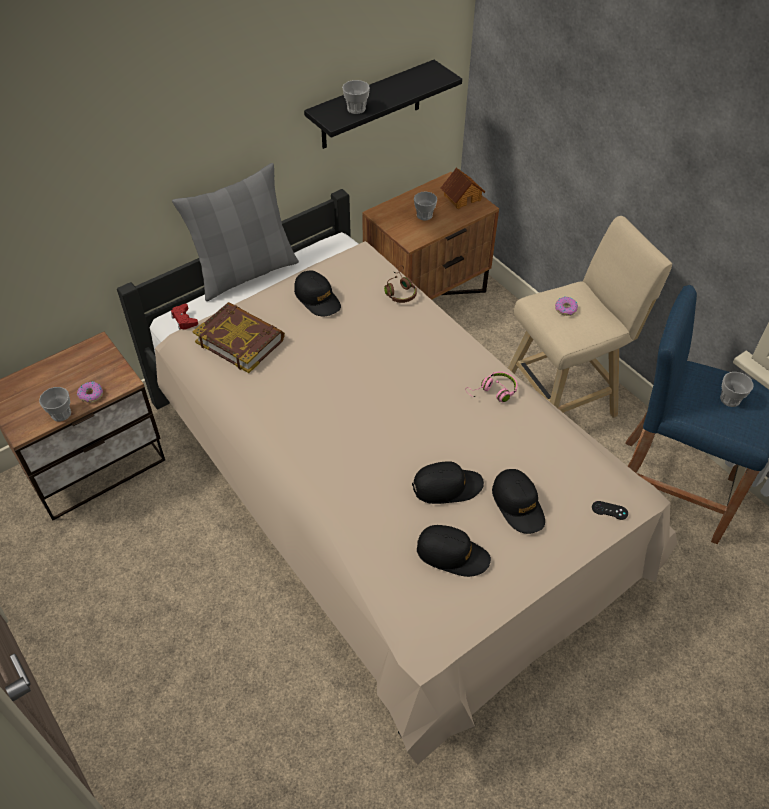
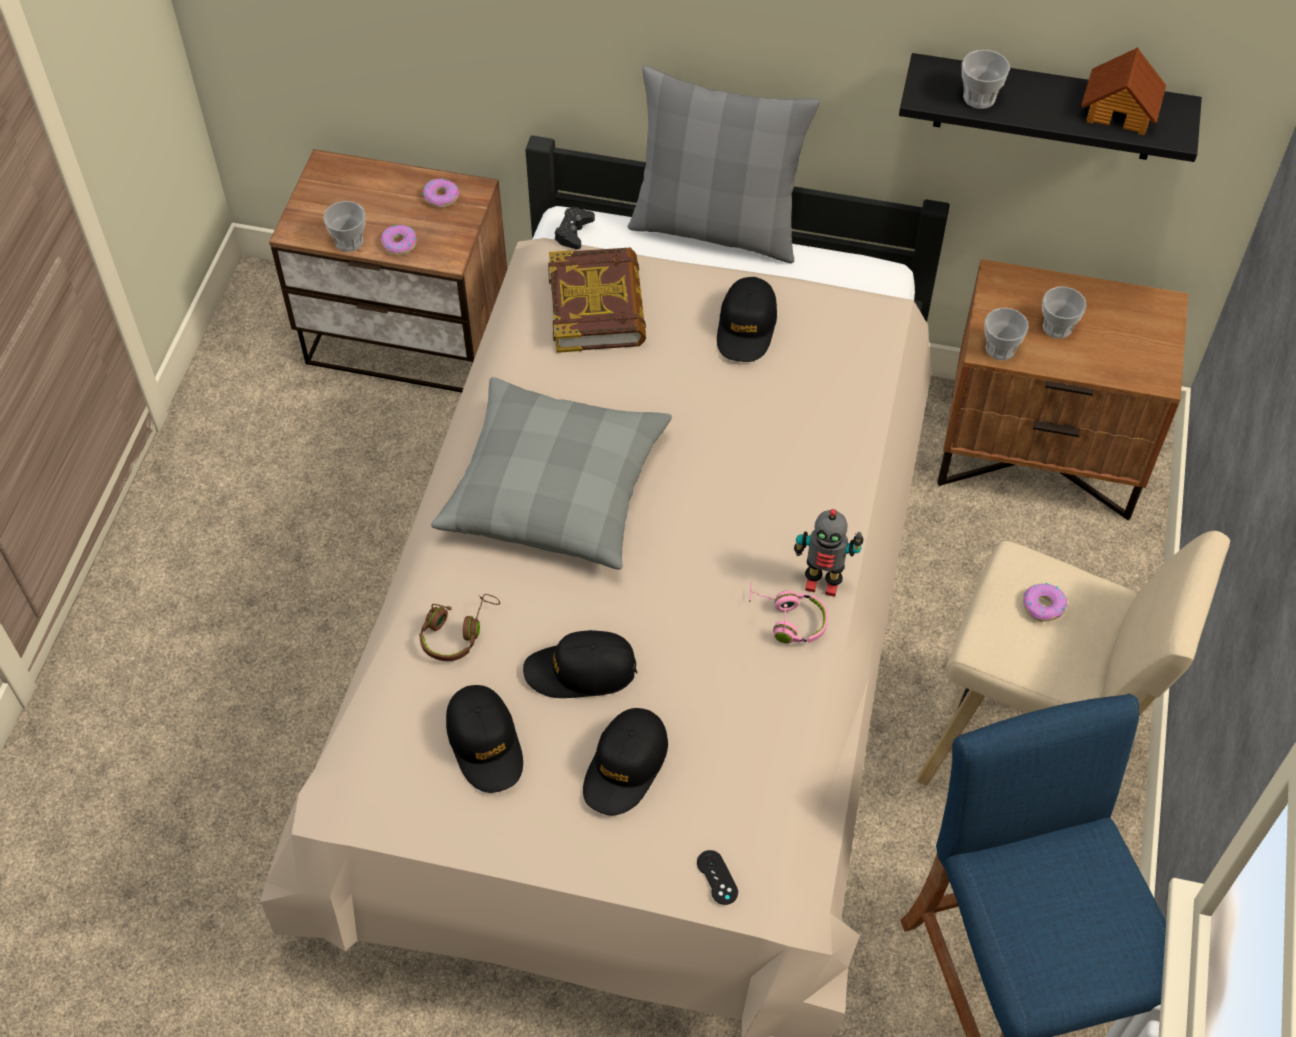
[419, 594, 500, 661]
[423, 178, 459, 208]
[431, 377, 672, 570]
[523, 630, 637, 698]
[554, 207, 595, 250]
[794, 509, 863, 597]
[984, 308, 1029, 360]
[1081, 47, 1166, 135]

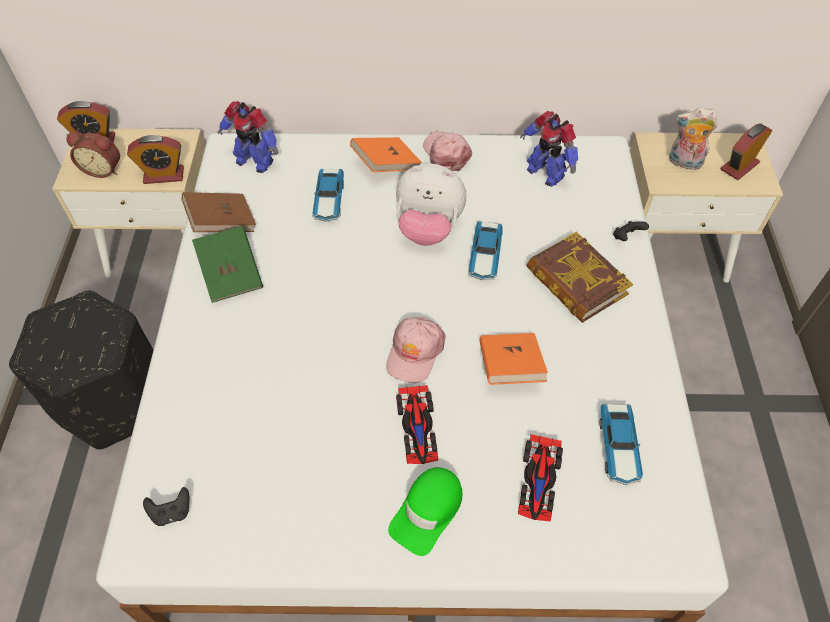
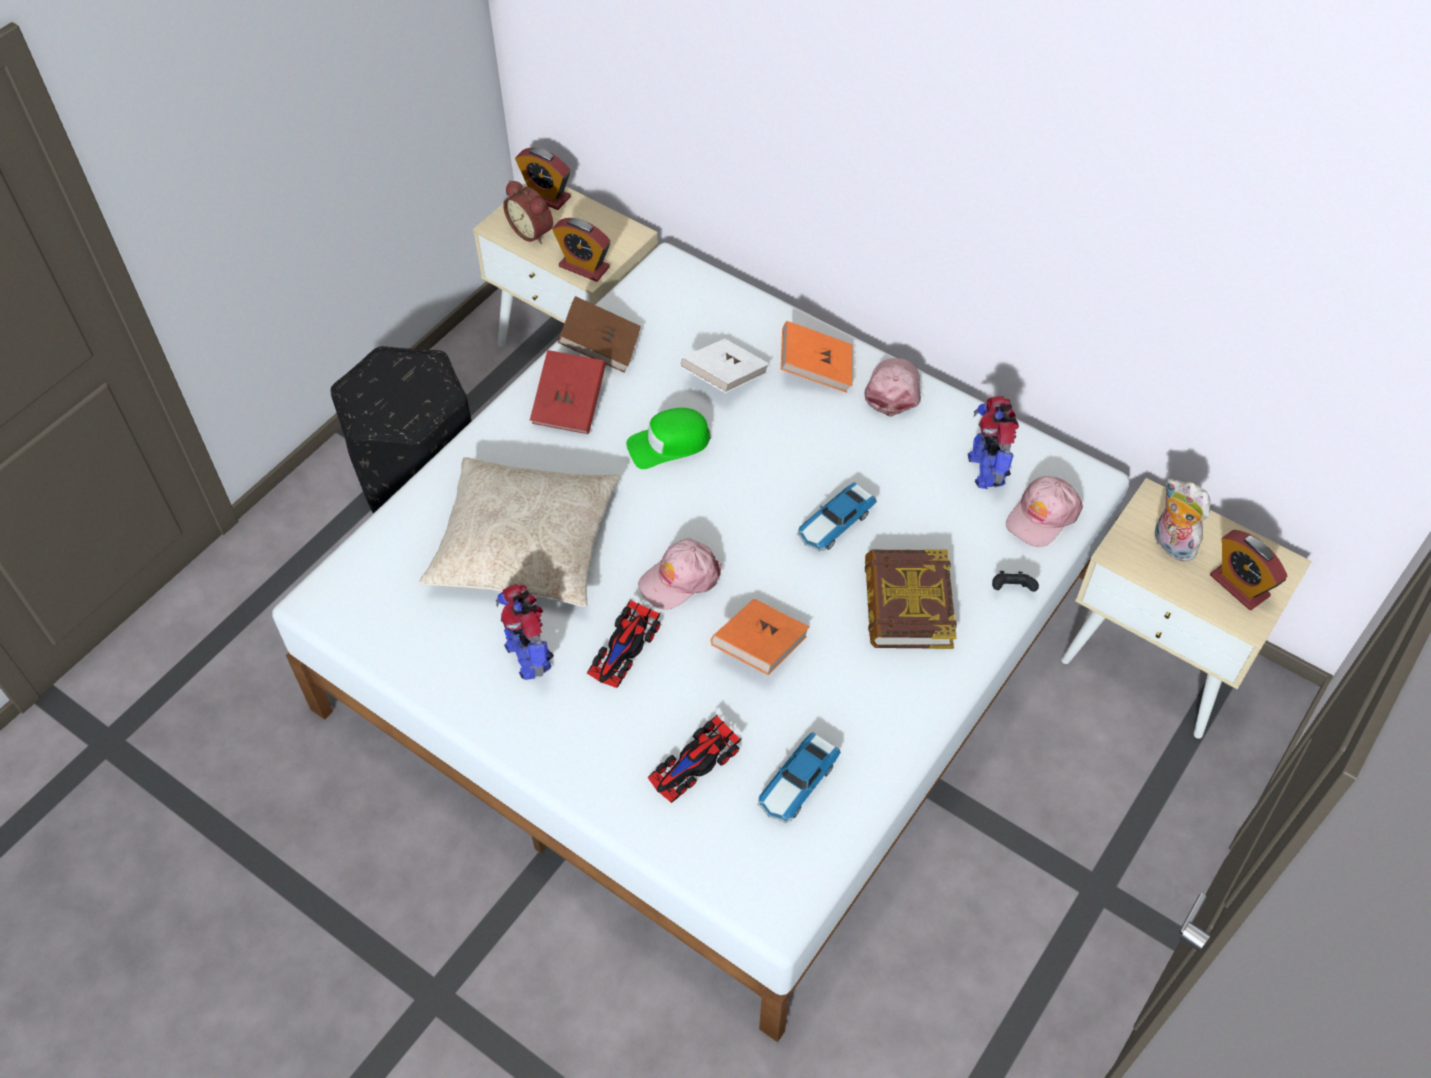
[419, 457, 620, 607]
[496, 584, 554, 680]
[530, 350, 606, 434]
[626, 408, 711, 469]
[679, 339, 769, 393]
[1006, 476, 1083, 547]
[1210, 530, 1287, 610]
[143, 487, 189, 526] (first image)
[396, 164, 466, 246] (first image)

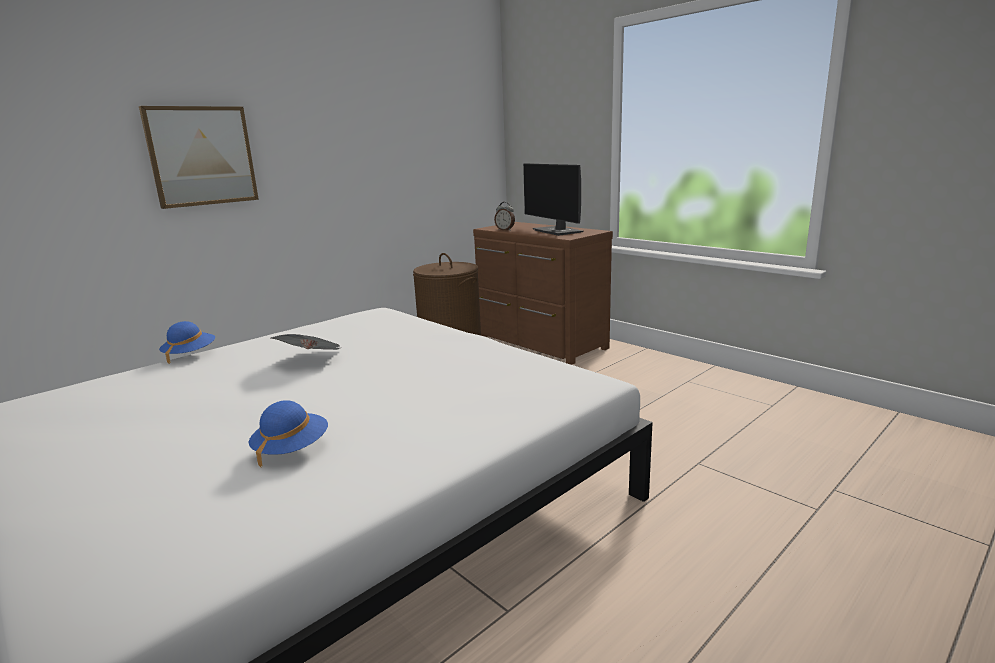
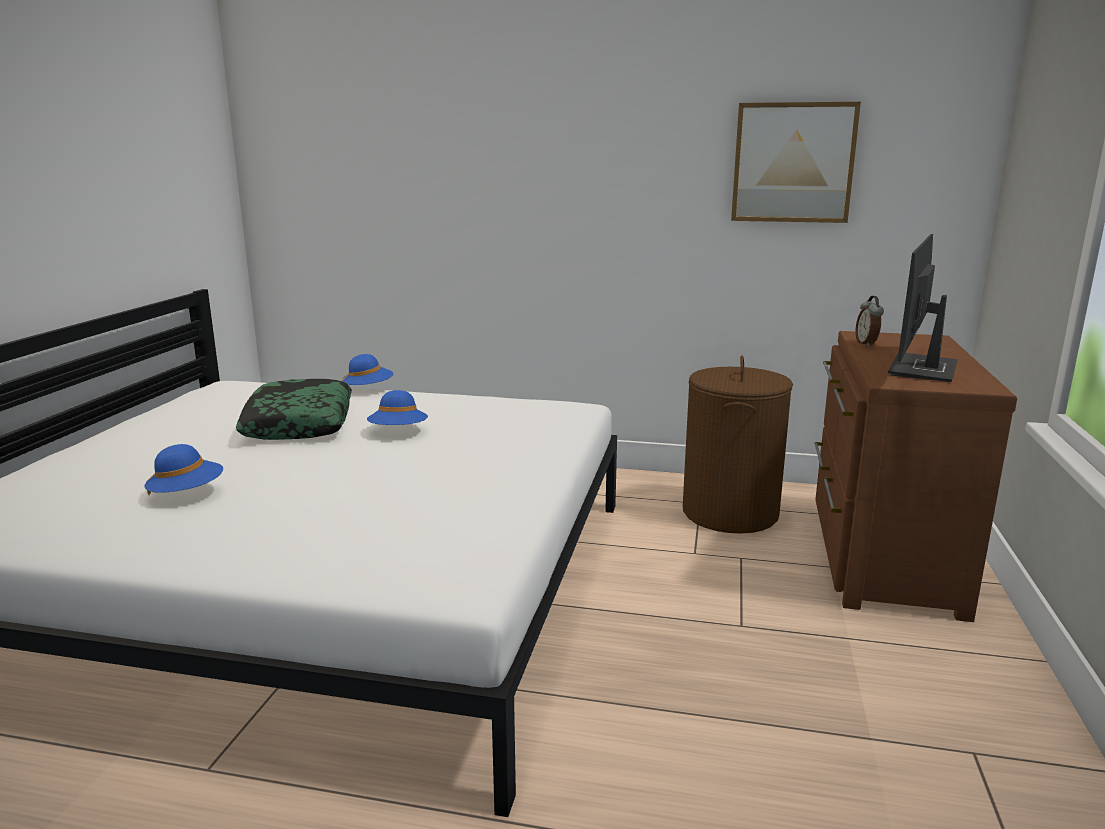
[236, 379, 352, 440]
[367, 390, 428, 425]
[731, 102, 861, 223]

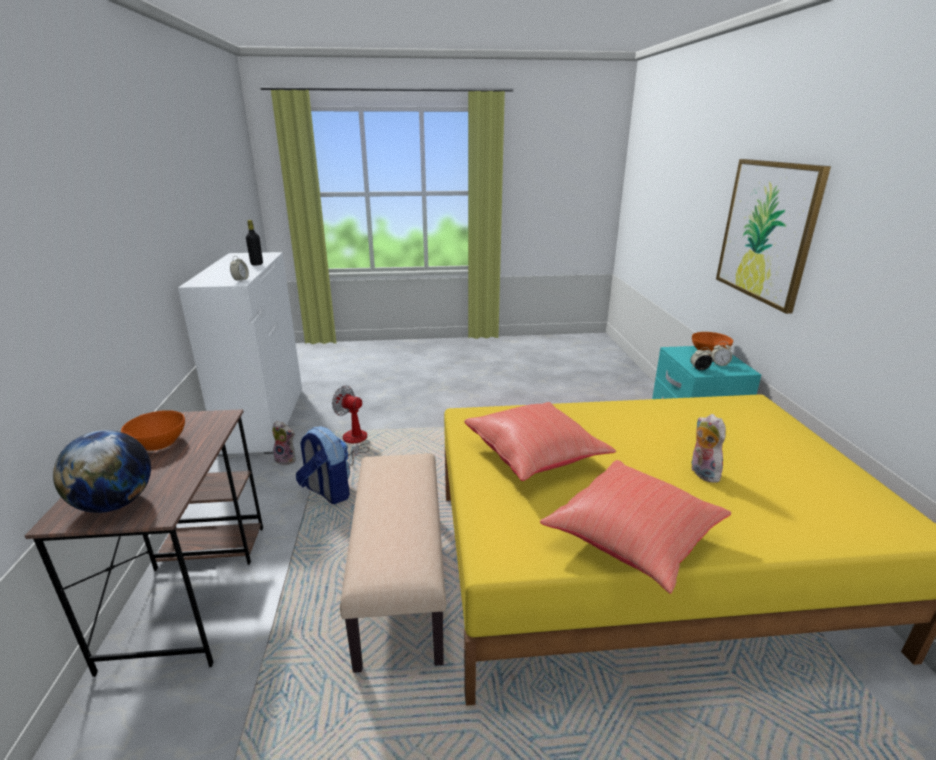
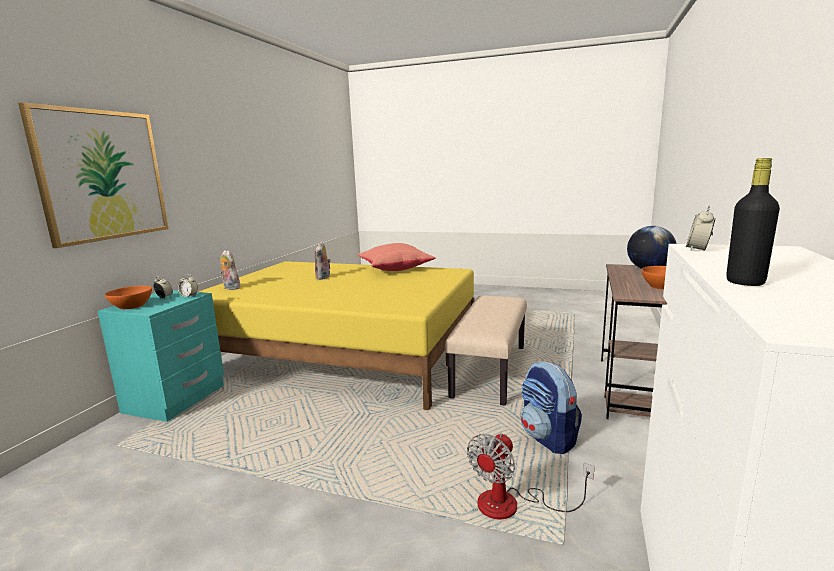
[220, 250, 240, 290]
[467, 433, 595, 520]
[464, 402, 616, 481] (first image)

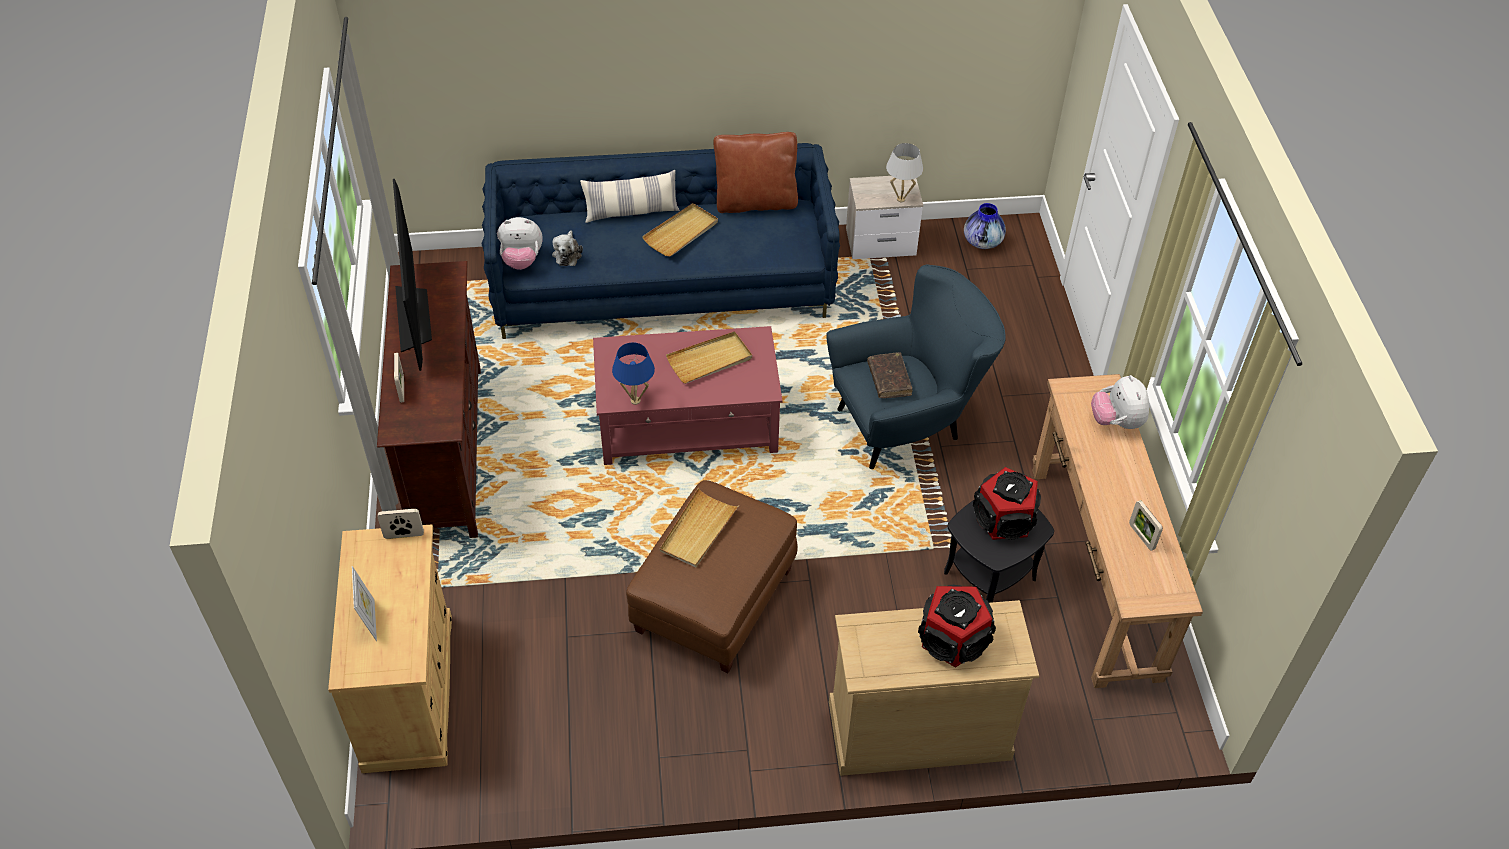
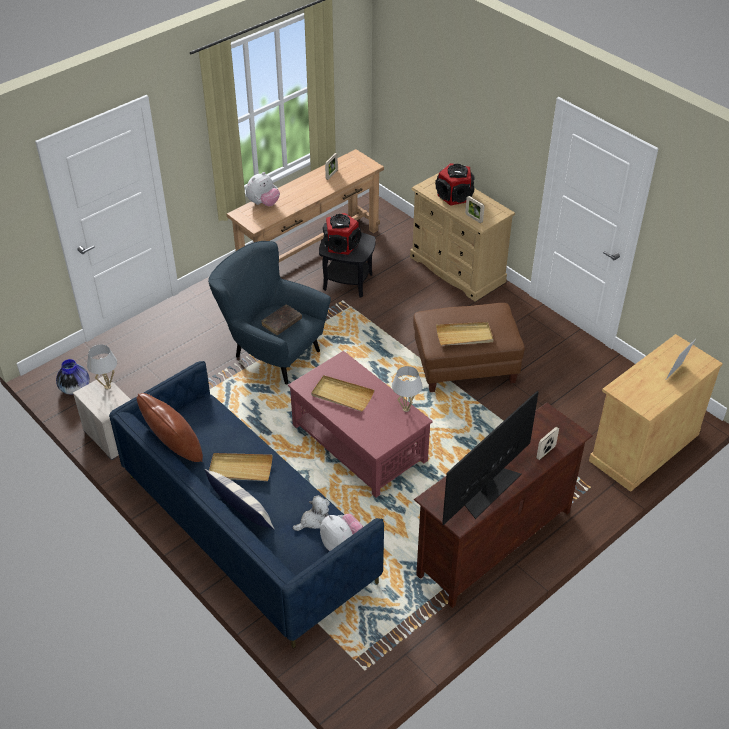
[392, 366, 422, 412]
[465, 196, 485, 223]

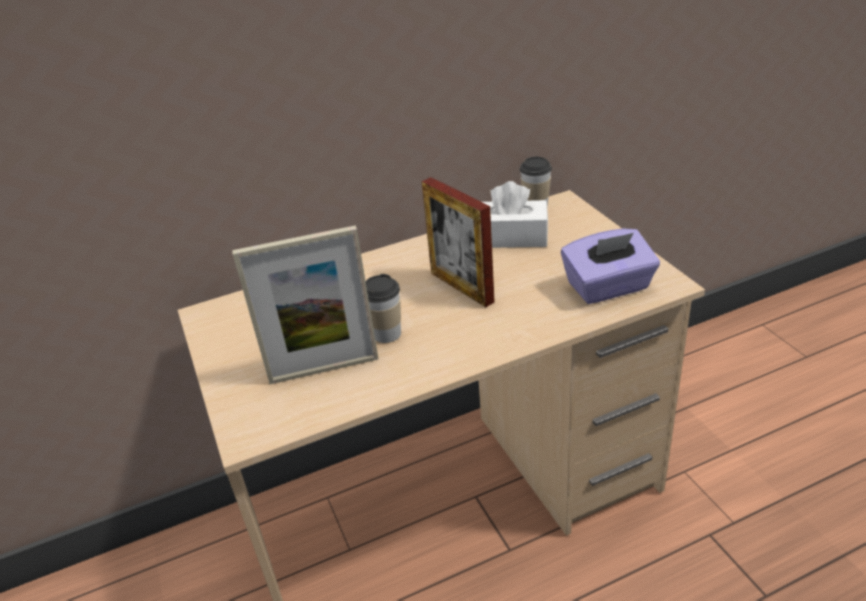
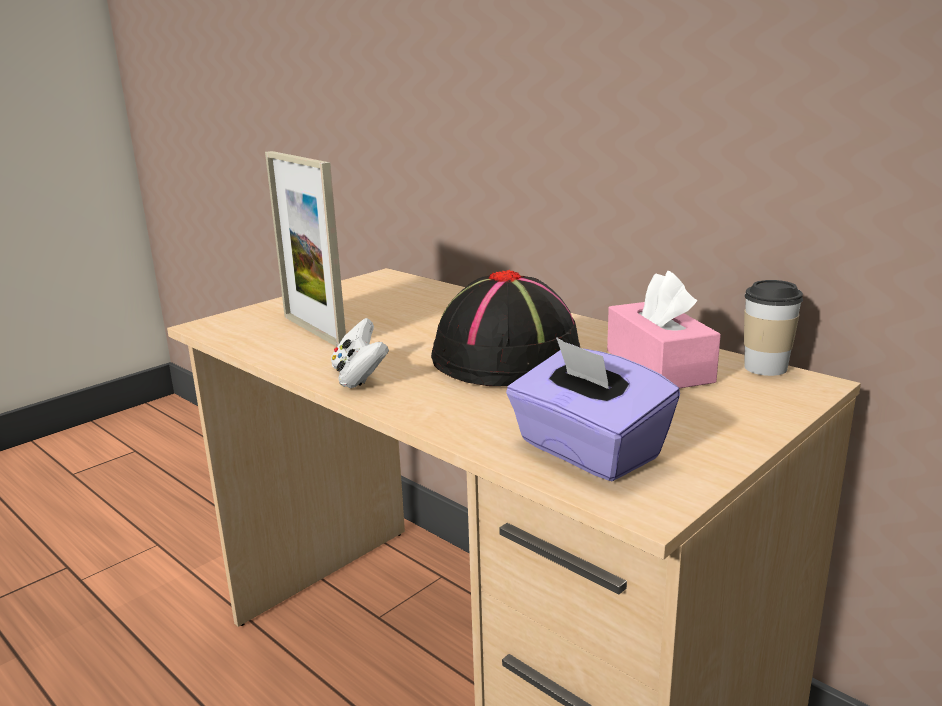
[331, 318, 389, 388]
[431, 270, 580, 386]
[607, 271, 721, 388]
[366, 274, 401, 343] (first image)

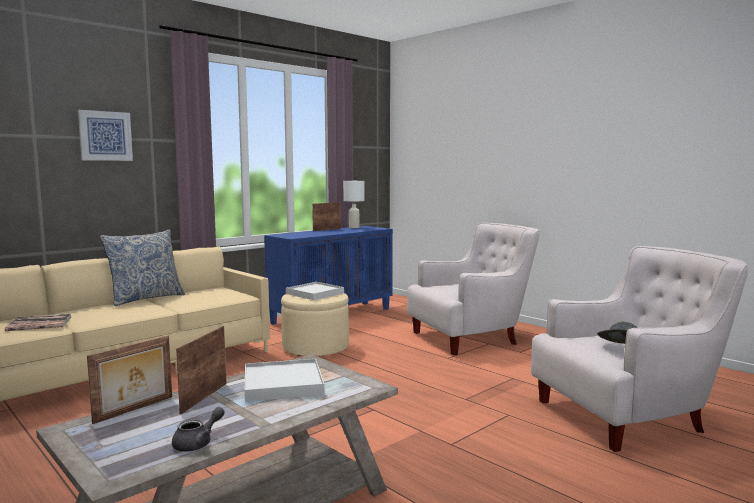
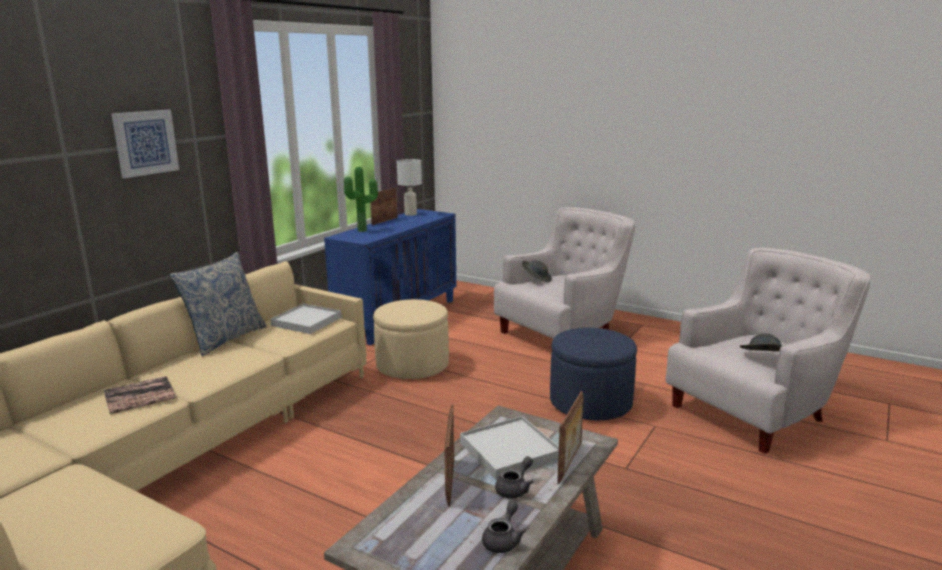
[270, 304, 341, 334]
[344, 167, 378, 232]
[495, 456, 533, 499]
[522, 260, 552, 282]
[550, 328, 637, 420]
[557, 391, 583, 484]

